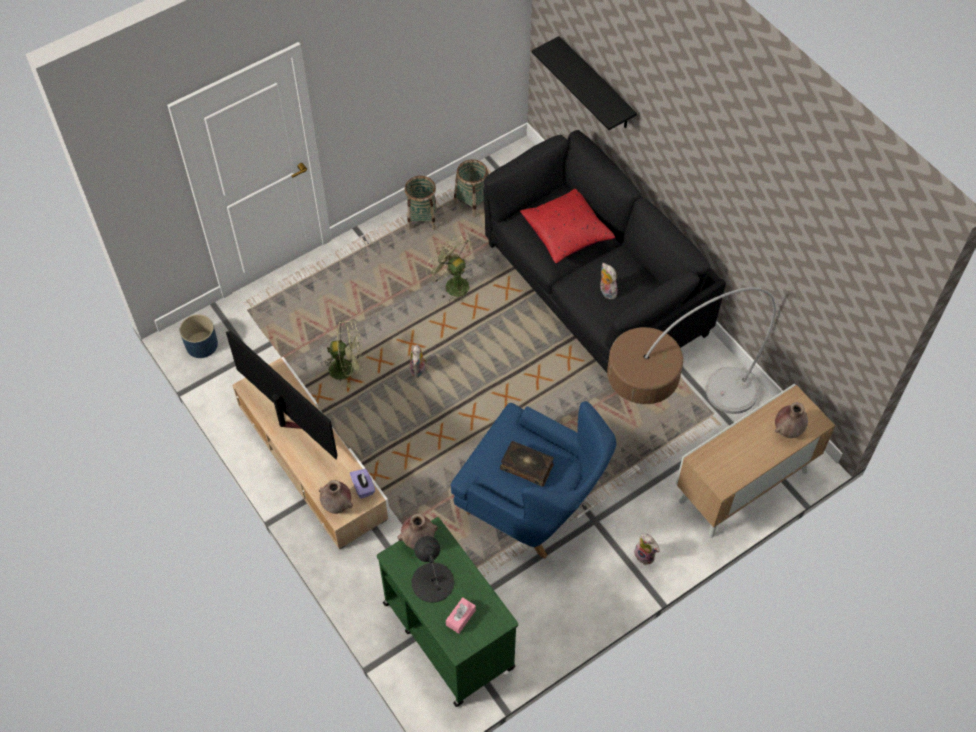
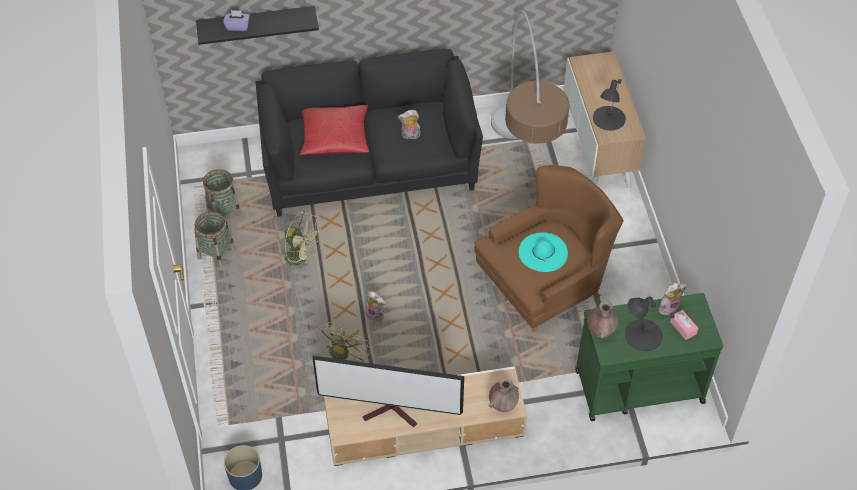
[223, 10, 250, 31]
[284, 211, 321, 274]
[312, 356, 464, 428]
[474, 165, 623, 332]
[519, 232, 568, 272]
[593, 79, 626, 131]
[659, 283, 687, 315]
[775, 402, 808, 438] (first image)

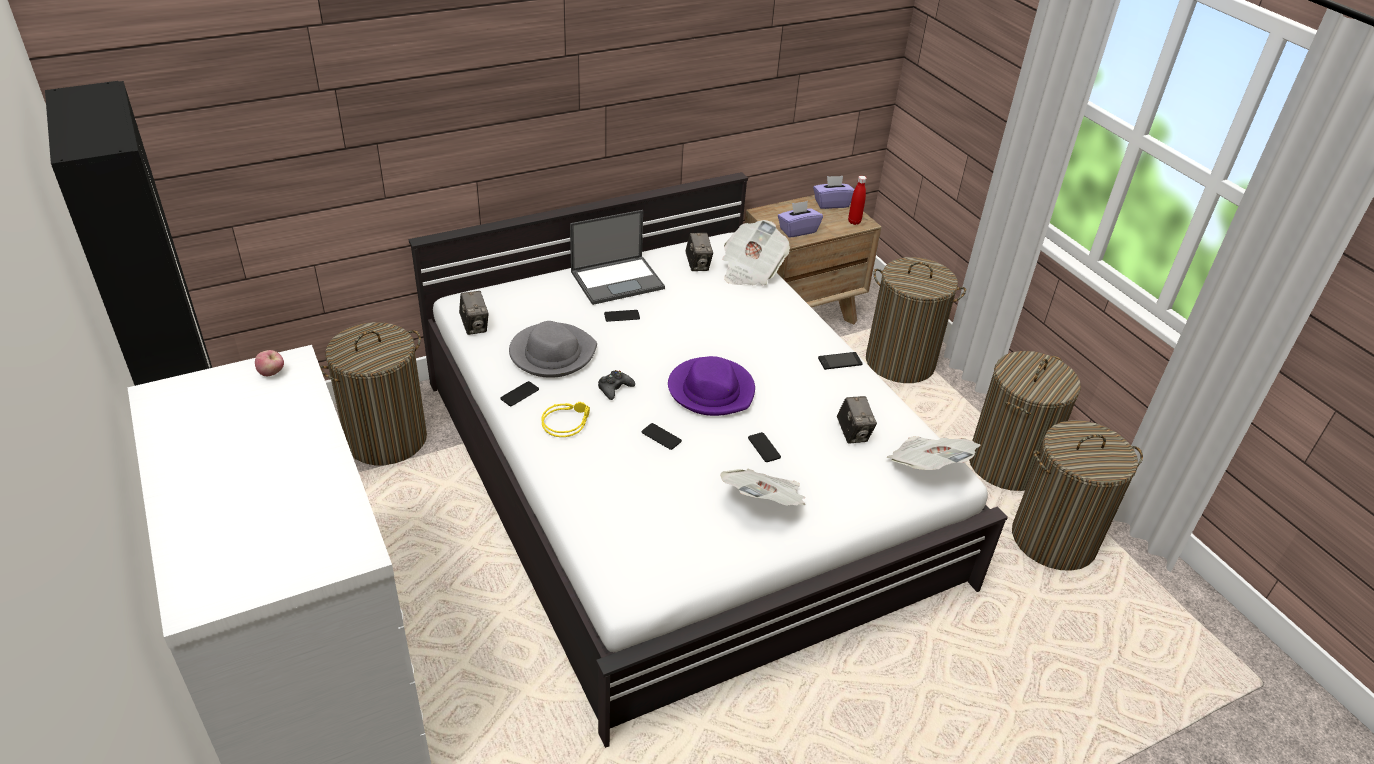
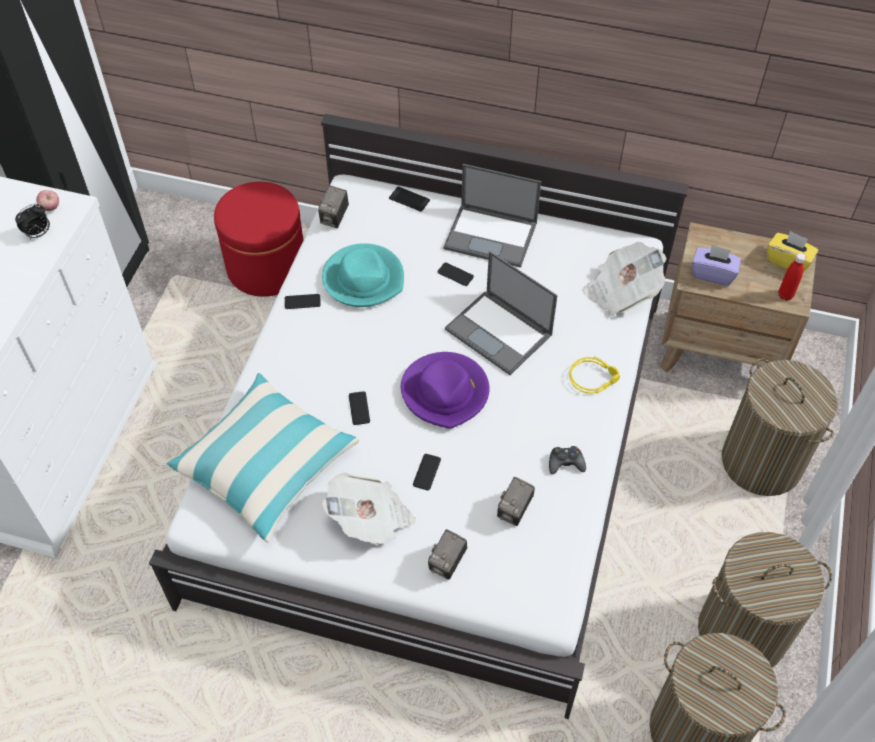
[15, 204, 50, 240]
[167, 373, 360, 542]
[214, 182, 303, 297]
[322, 243, 404, 307]
[389, 186, 430, 212]
[428, 529, 467, 580]
[445, 251, 558, 375]
[549, 446, 586, 474]
[569, 356, 620, 394]
[767, 231, 818, 273]
[886, 436, 981, 470] (first image)

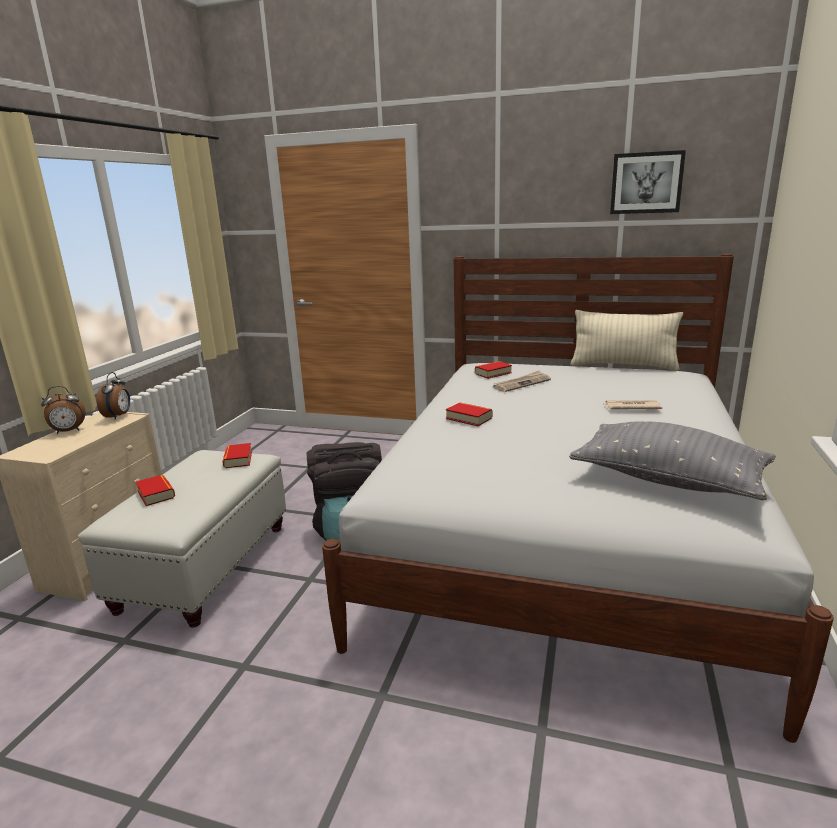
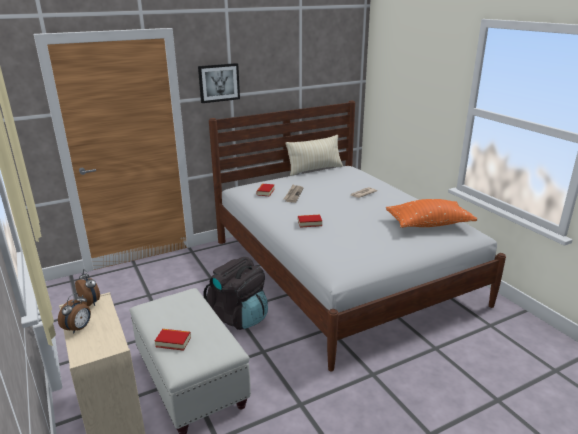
[198, 63, 240, 103]
[386, 199, 477, 228]
[223, 443, 252, 468] (first image)

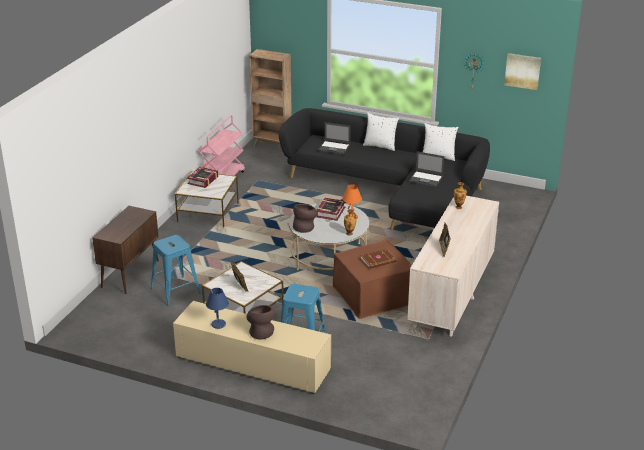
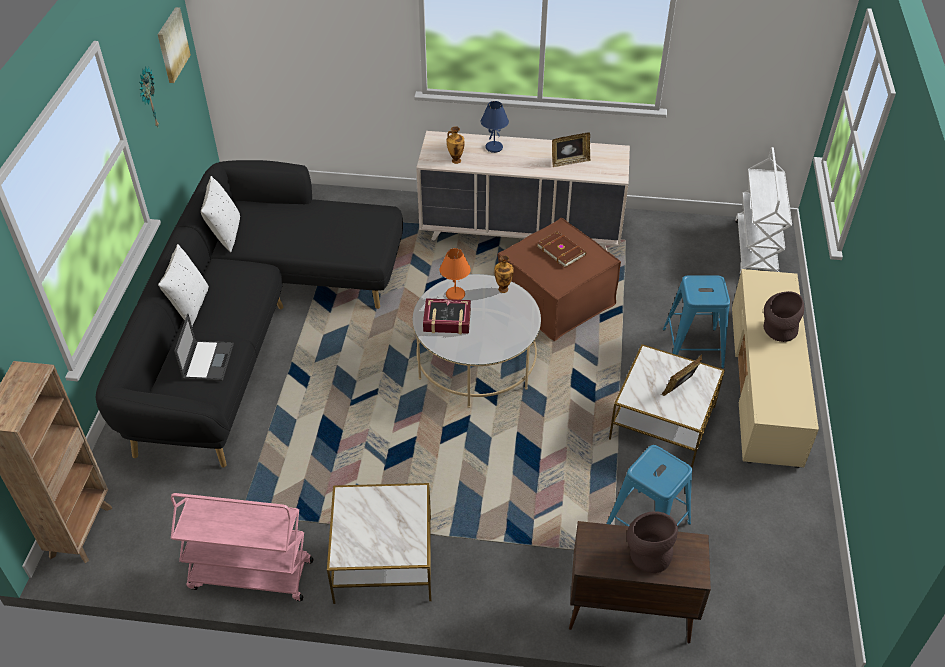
[481, 101, 509, 153]
[627, 511, 678, 573]
[735, 147, 792, 274]
[187, 167, 218, 188] (first image)
[409, 151, 445, 187] (first image)

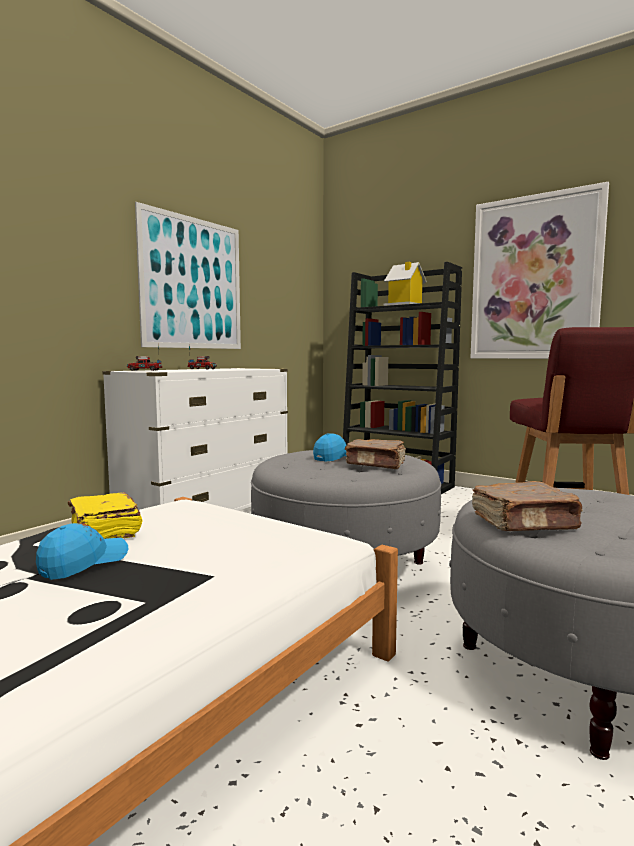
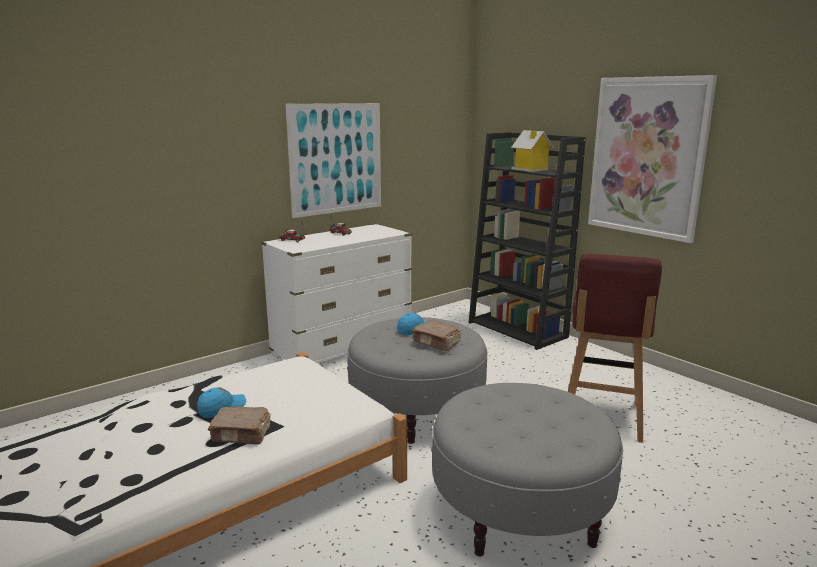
[208, 407, 271, 445]
[68, 492, 143, 539] (first image)

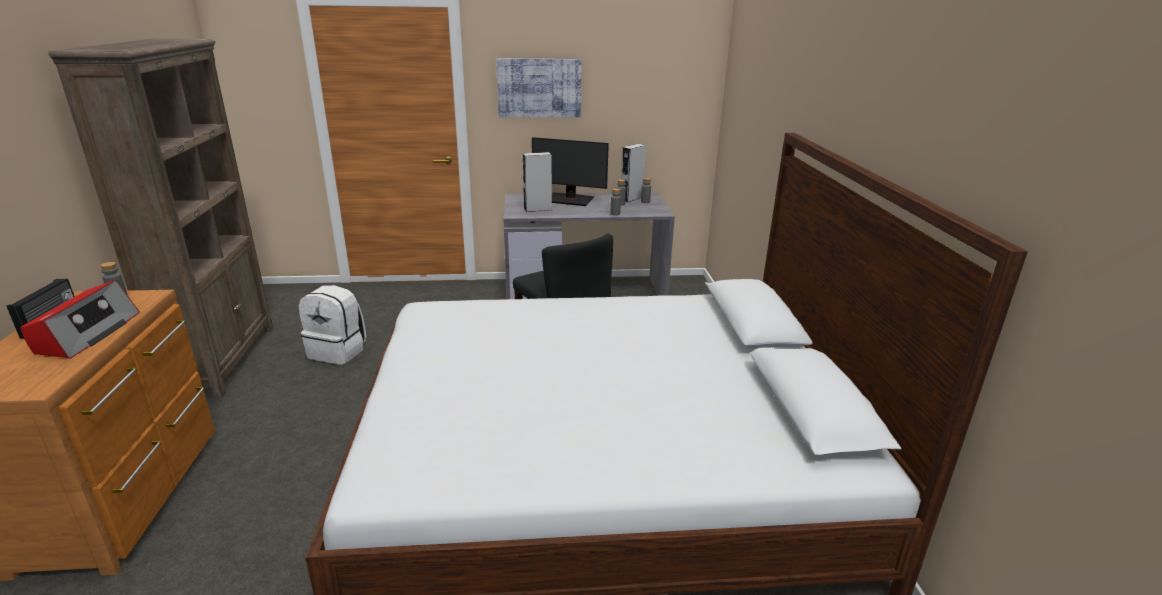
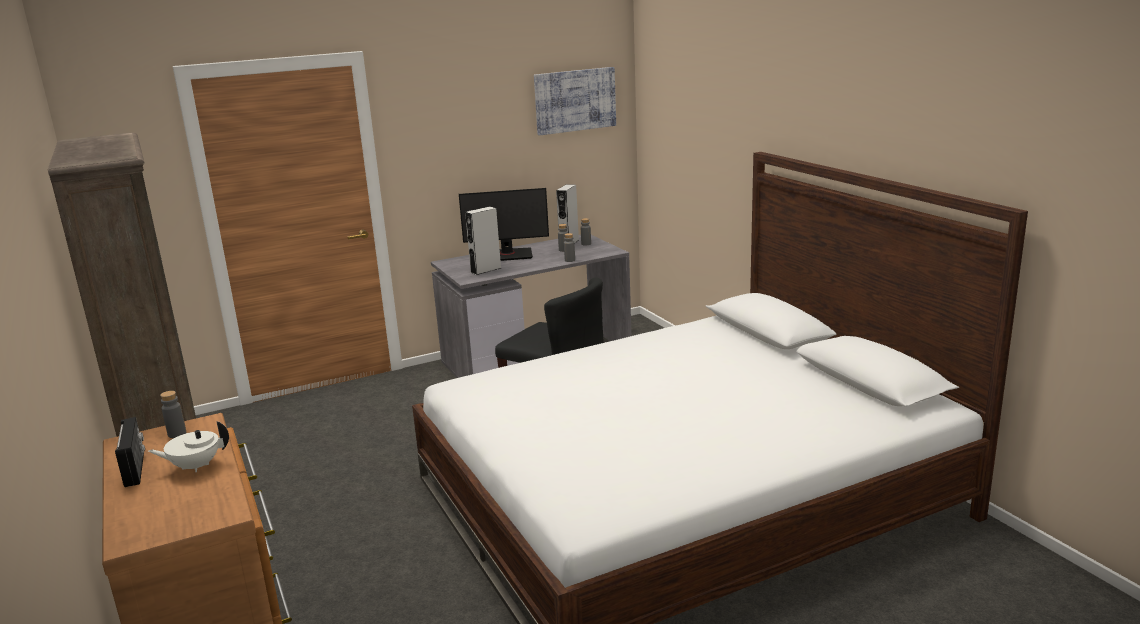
[148, 421, 229, 472]
[534, 67, 616, 135]
[299, 285, 366, 365] (first image)

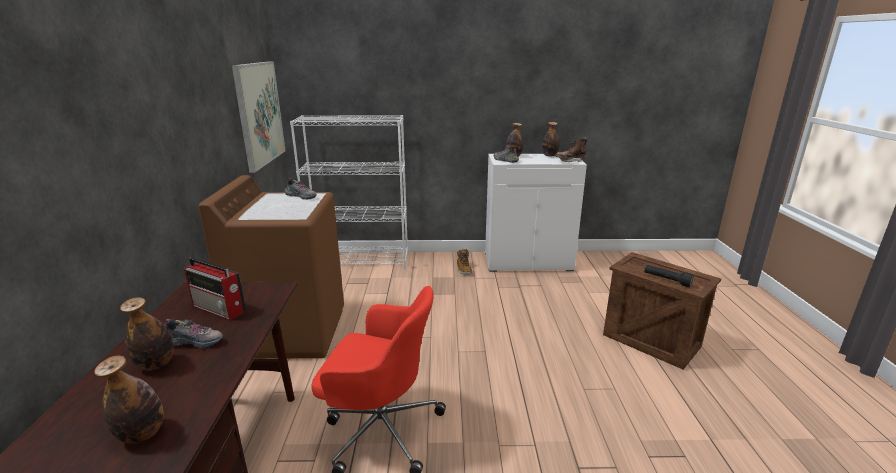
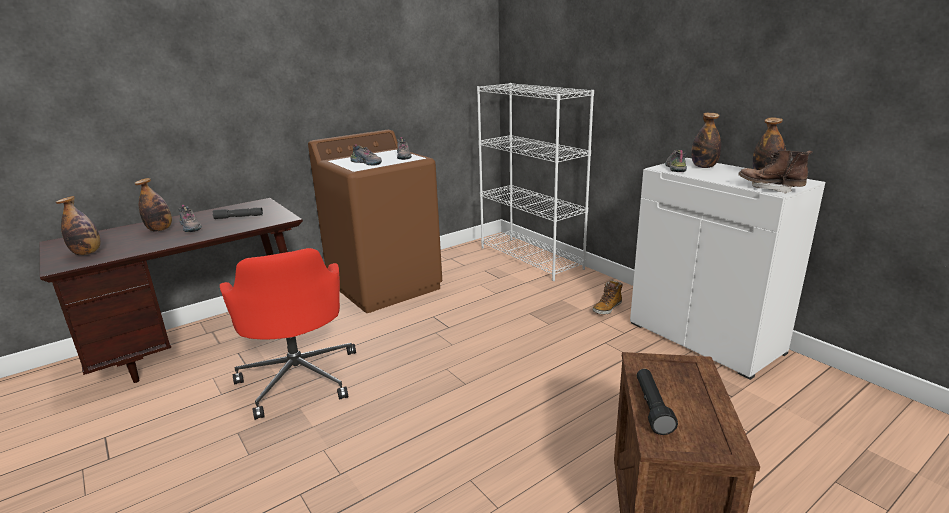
[212, 208, 263, 219]
[350, 144, 382, 166]
[232, 61, 286, 173] (first image)

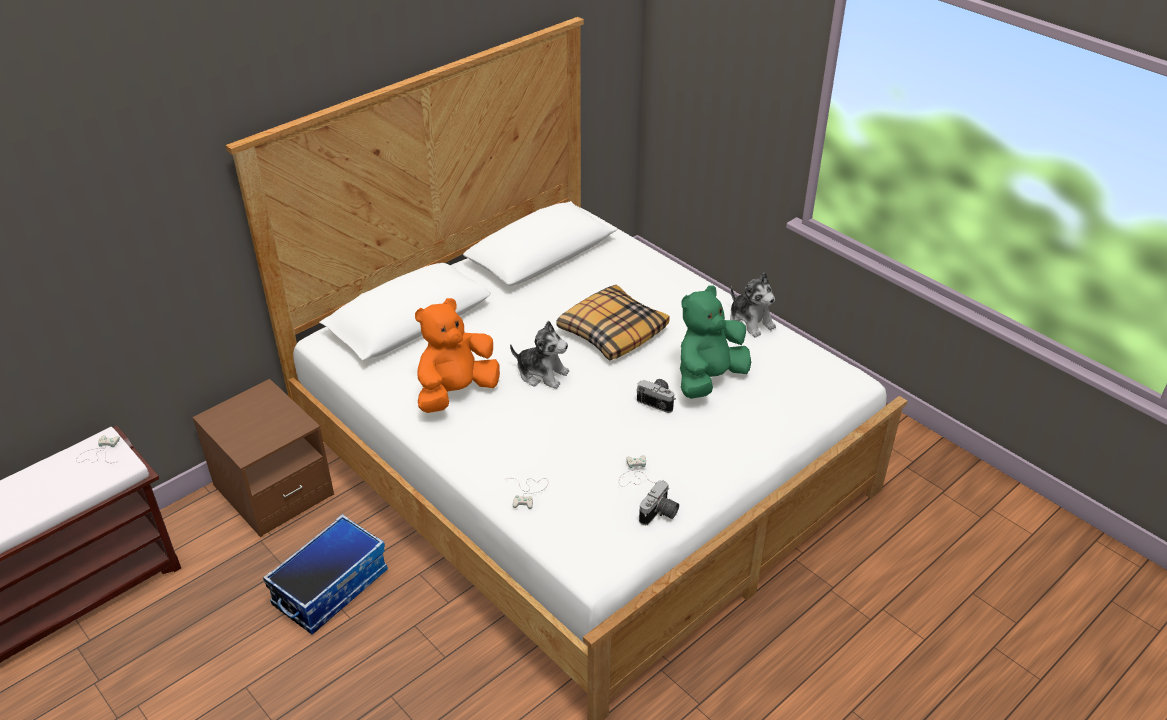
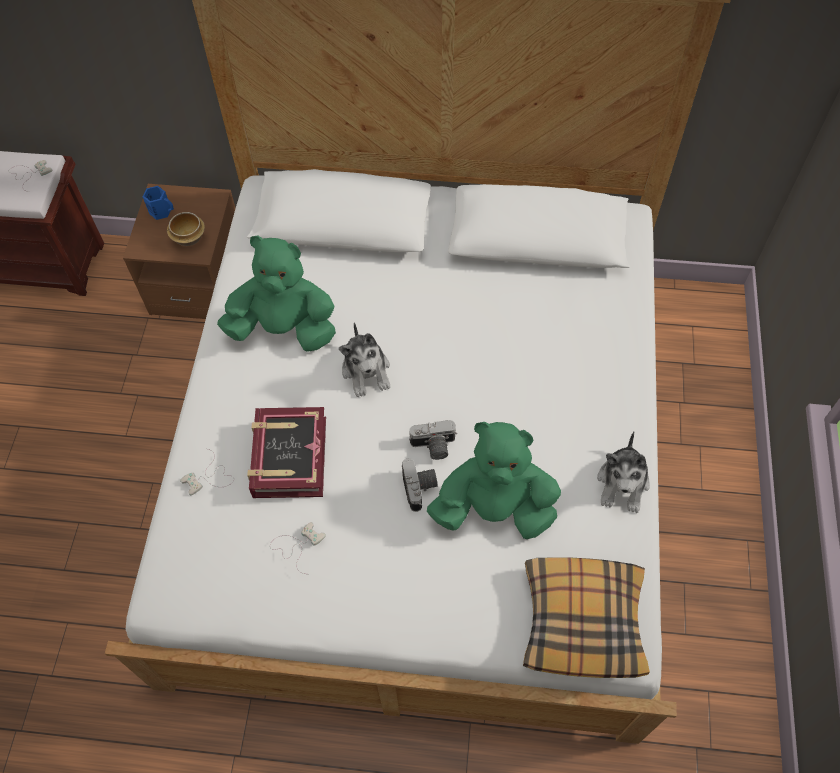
[143, 186, 174, 220]
[167, 212, 205, 246]
[217, 236, 336, 352]
[247, 407, 326, 498]
[409, 420, 457, 460]
[523, 557, 650, 678]
[263, 514, 388, 635] (first image)

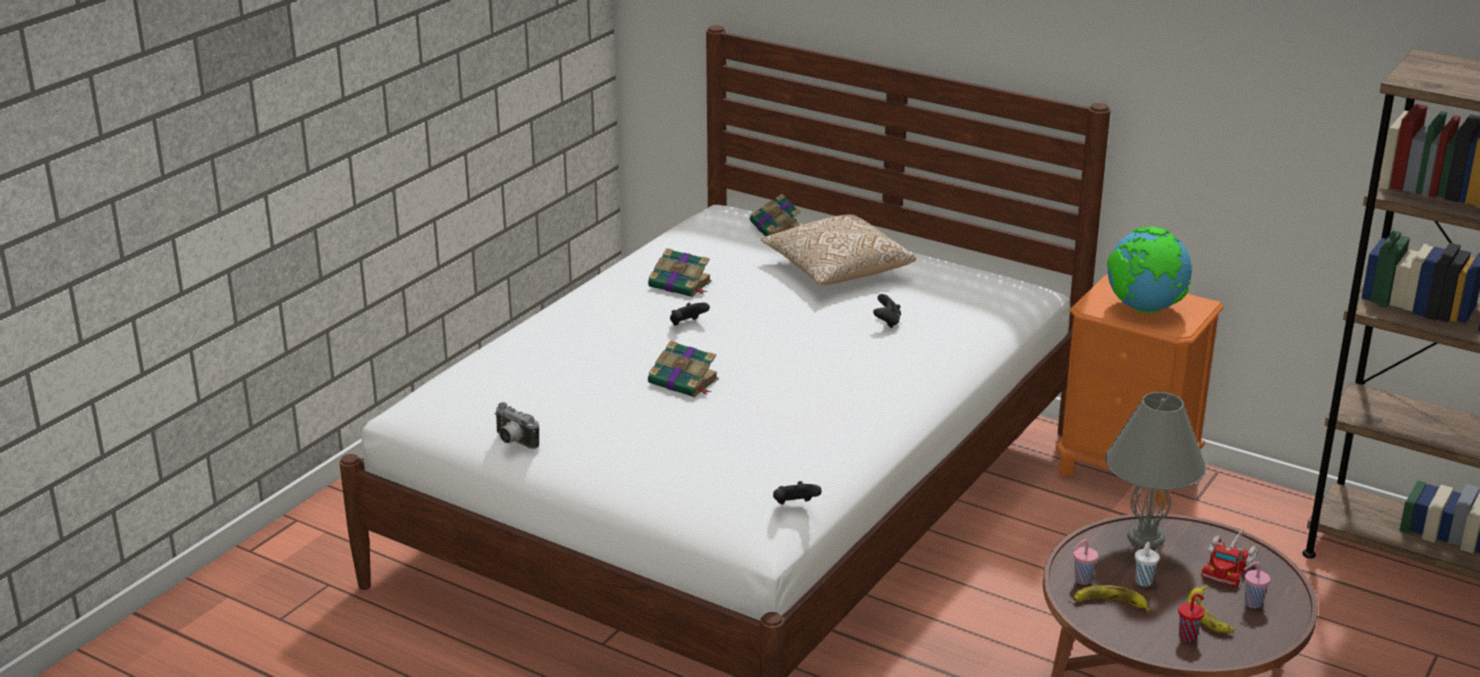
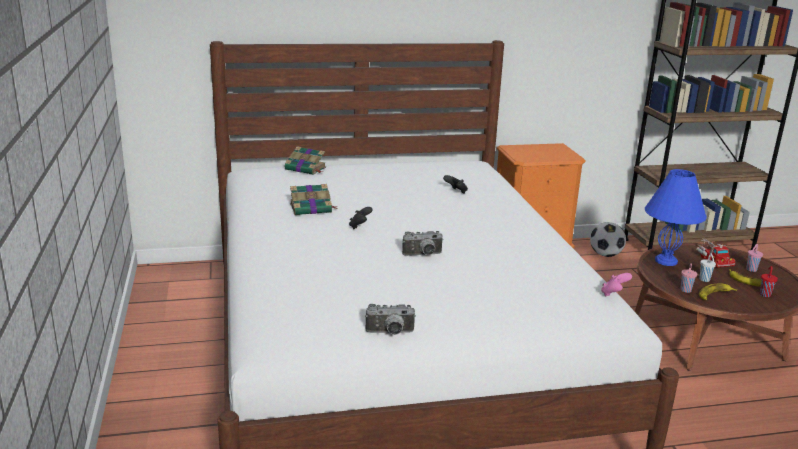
[402, 231, 443, 256]
[590, 222, 626, 257]
[601, 273, 632, 296]
[645, 169, 707, 266]
[761, 214, 916, 285] (first image)
[1107, 227, 1192, 313] (first image)

